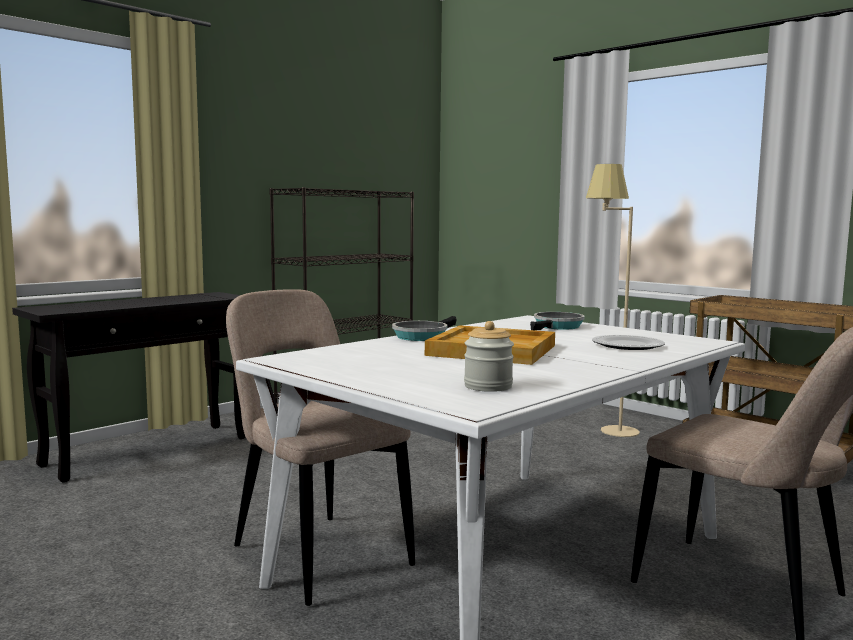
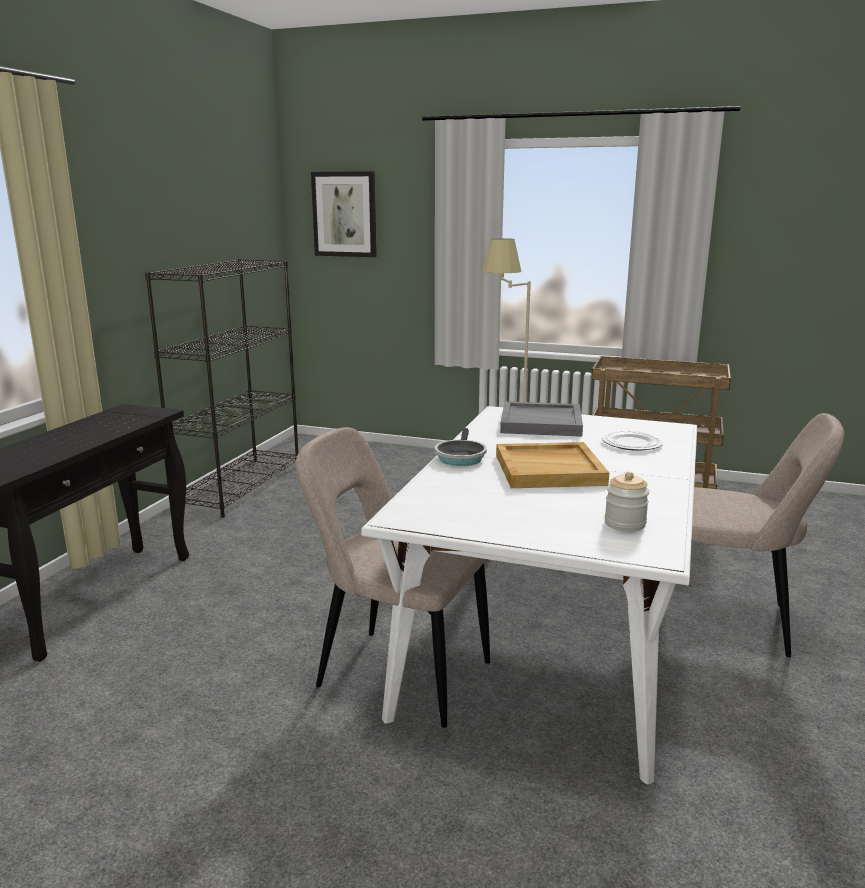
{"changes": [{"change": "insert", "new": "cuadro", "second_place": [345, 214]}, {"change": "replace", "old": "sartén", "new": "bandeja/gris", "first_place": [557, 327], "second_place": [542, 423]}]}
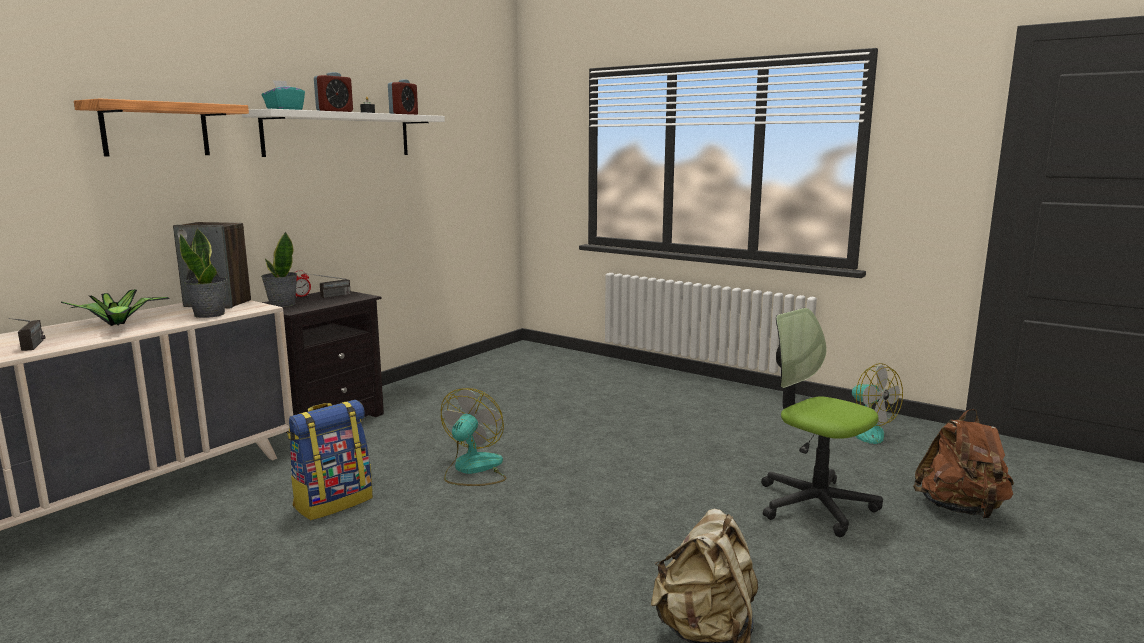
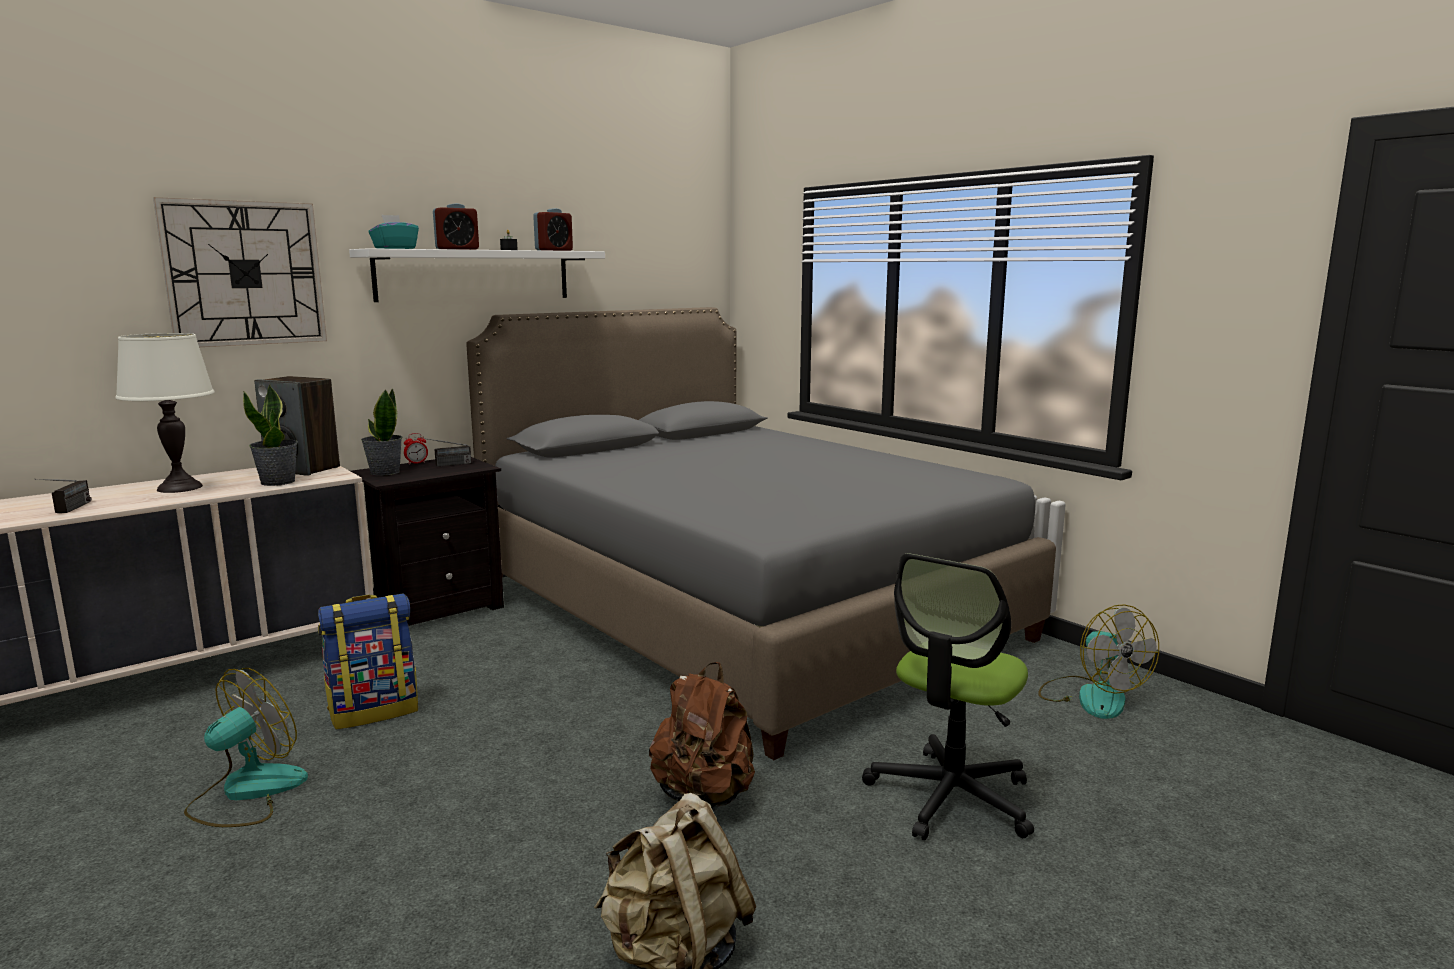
{"changes": [{"change": "insert", "new": "cama/gris", "second_place": [741, 610]}, {"change": "move", "old": "ventilador", "first_place": [473, 469], "second_place": [247, 792]}, {"change": "move", "old": "mochila/marrón", "first_place": [960, 509], "second_place": [704, 797]}, {"change": "replace", "old": "planta en maceta", "new": "lámpara de mesa/blanco", "first_place": [119, 324], "second_place": [180, 488]}, {"change": "replace", "old": "estante", "new": "reloj de pared", "first_place": [156, 130], "second_place": [244, 273]}, {"change": "rotate", "old": "silla de oficina", "first_place": [815, 505], "second_place": [950, 797], "degrees": -120}]}
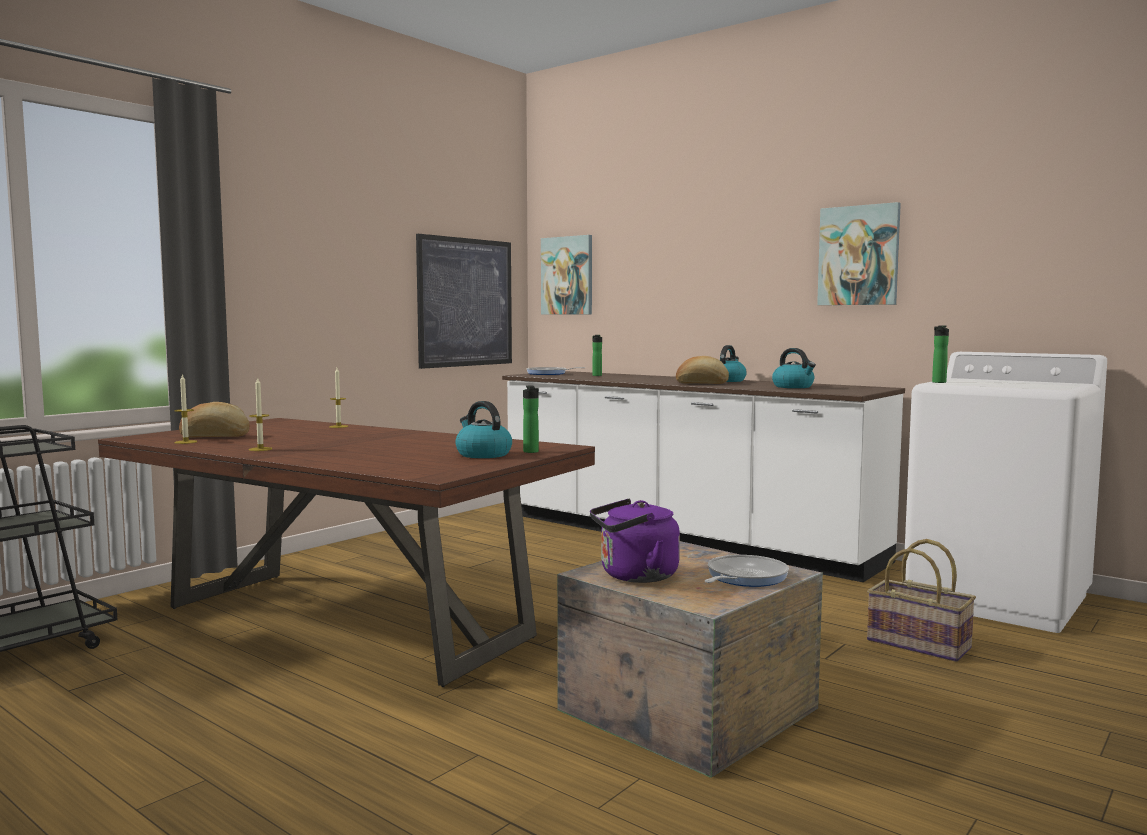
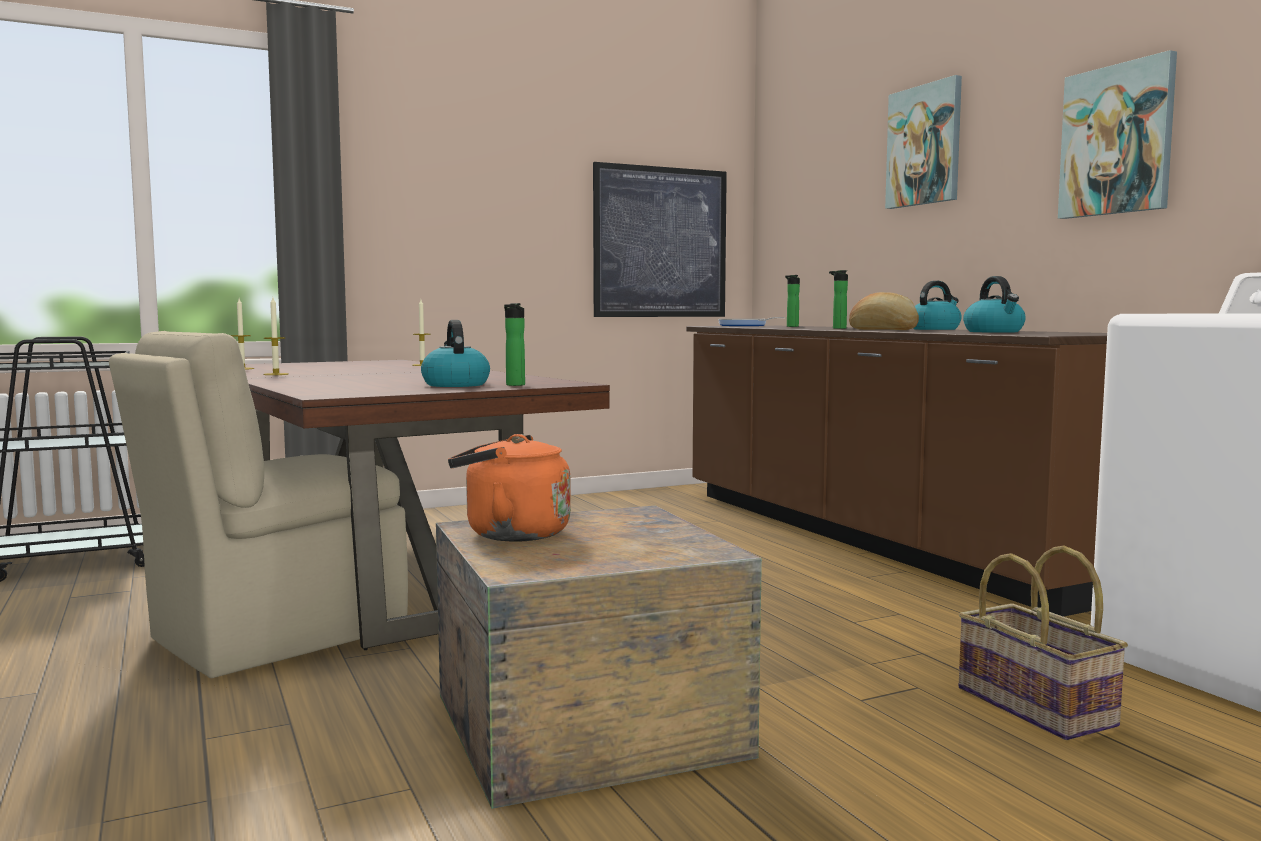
{"changes": [{"change": "delete", "old": "pan", "first_place": [215, 437]}, {"change": "delete", "old": "sartén", "first_place": [744, 577]}, {"change": "insert", "new": "silla/beis", "second_place": [273, 635]}, {"change": "move", "old": "cuadro", "first_place": [567, 275], "second_place": [924, 145]}, {"change": "move", "old": "botella", "first_place": [938, 382], "second_place": [837, 328]}, {"change": "recolor", "old": "mueble bajo de cocina/blanco", "new": "mueble bajo de cocina/marrón", "first_place": [681, 538], "second_place": [870, 537]}, {"change": "recolor", "old": "hervidor/morado", "new": "hervidor/naranja", "first_place": [634, 576], "second_place": [510, 534]}]}
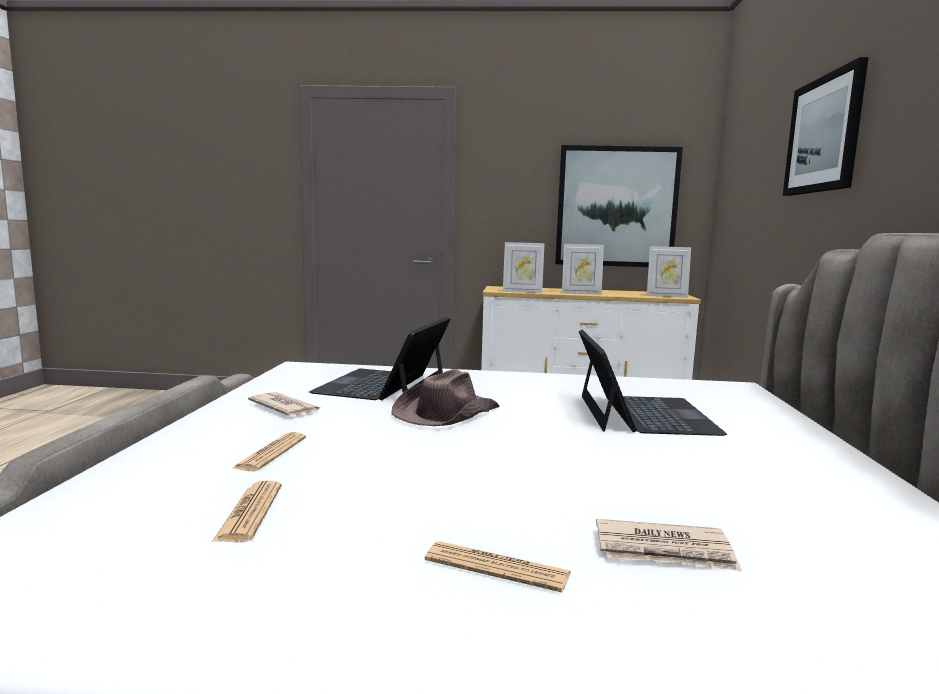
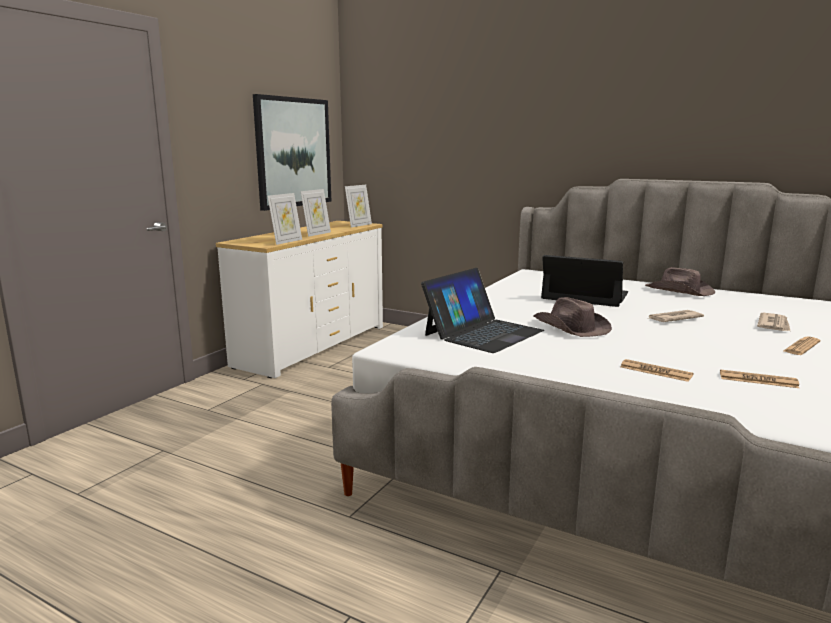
{"changes": [{"change": "delete", "old": "cuadro", "first_place": [824, 134]}, {"change": "insert", "new": "sombrero/marrón", "second_place": [679, 291]}, {"change": "move", "old": "periódico", "first_place": [285, 408], "second_place": [673, 318]}, {"change": "rotate", "old": "portátil", "first_place": [383, 385], "second_place": [483, 333], "degrees": -90}]}
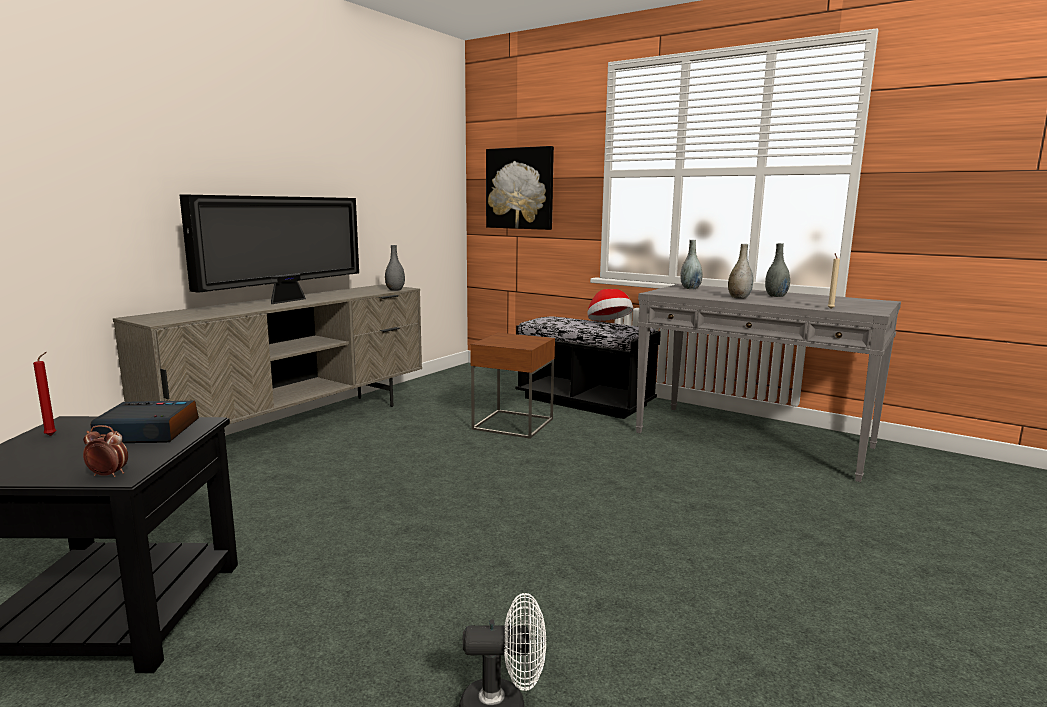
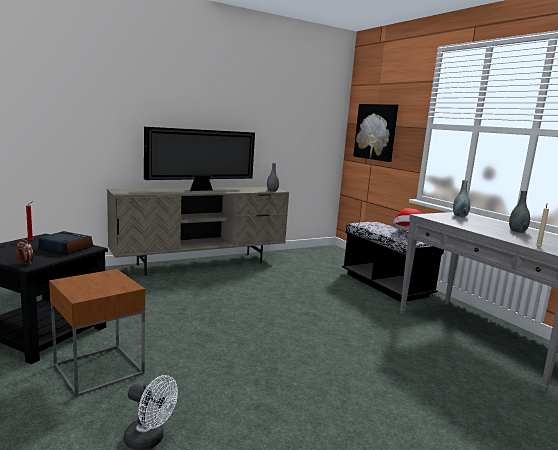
{"changes": [{"change": "delete", "old": "florero/gris", "first_place": [739, 297]}, {"change": "move", "old": "mesa auxiliar/marrón", "first_place": [513, 424], "second_place": [99, 369]}]}
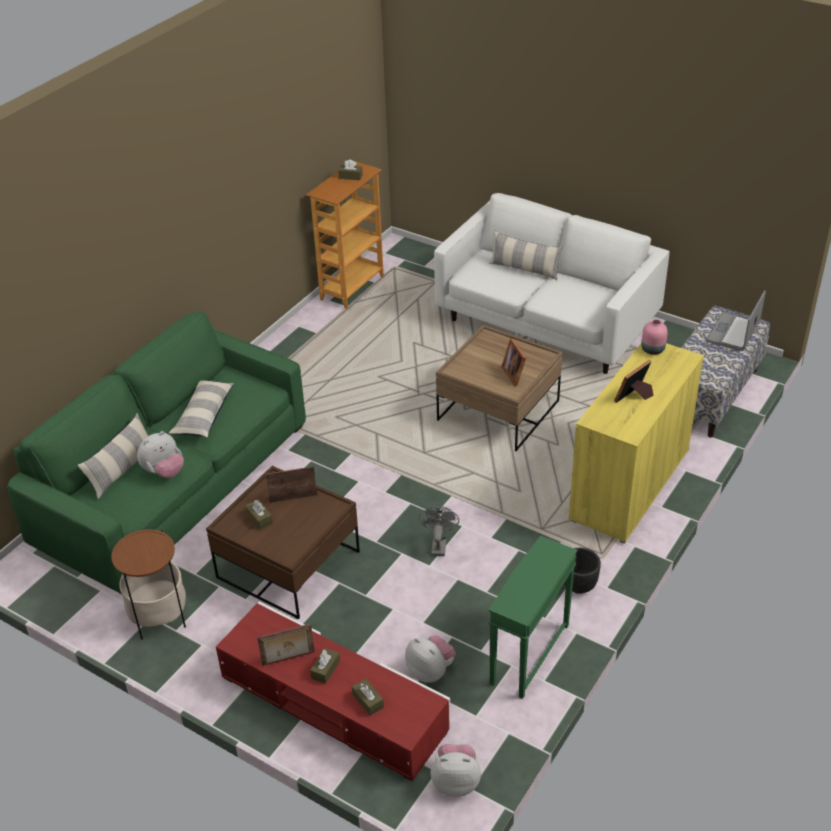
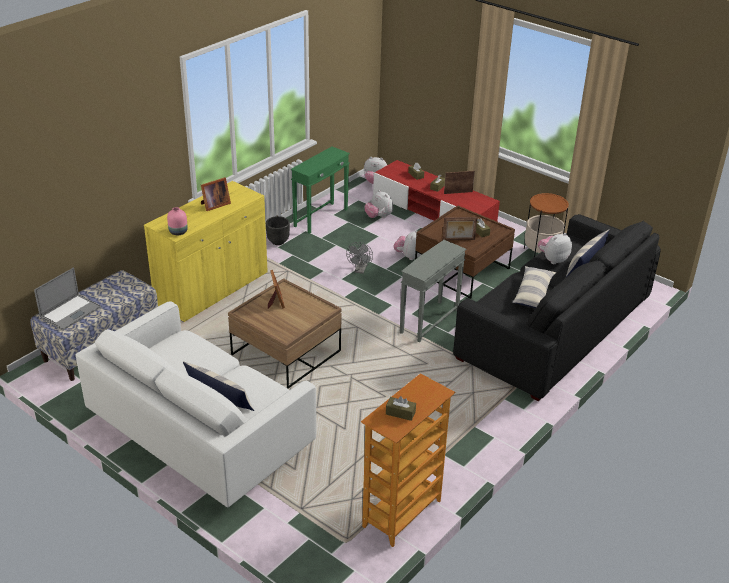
{"changes": [{"change": "insert", "new": "peluche", "second_place": [408, 256]}, {"change": "insert", "new": "mesa auxiliar/gris", "second_place": [429, 321]}, {"change": "recolor", "old": "sofá/verde", "new": "sofá/negro", "first_place": [173, 483], "second_place": [555, 328]}]}
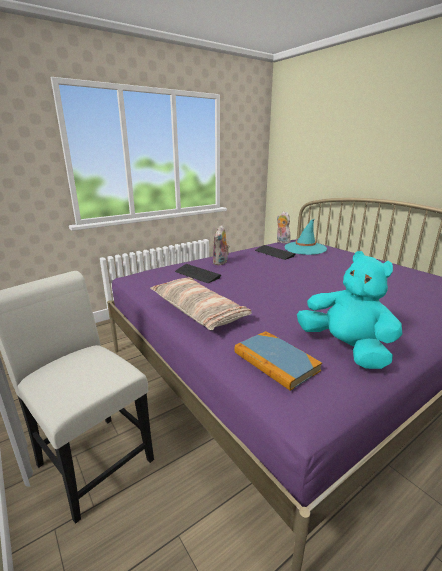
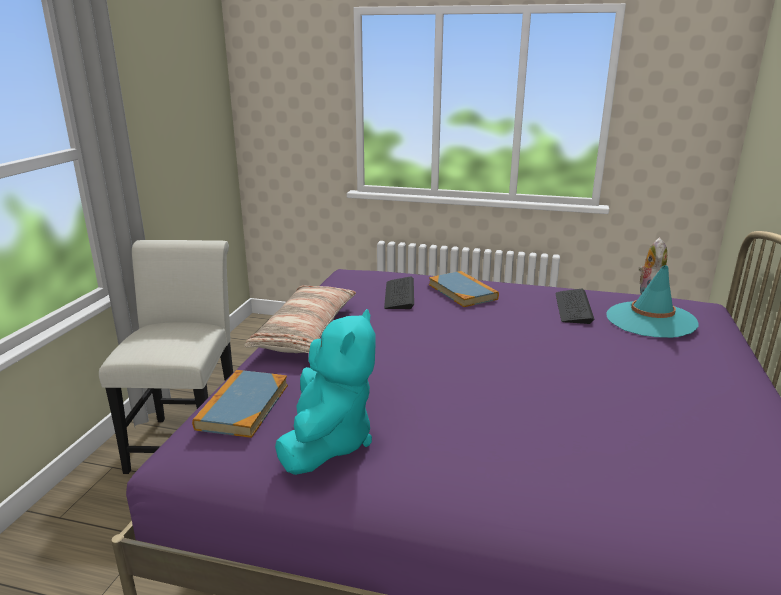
{"changes": [{"change": "replace", "old": "peluche", "new": "libro", "first_place": [221, 263], "second_place": [462, 292]}]}
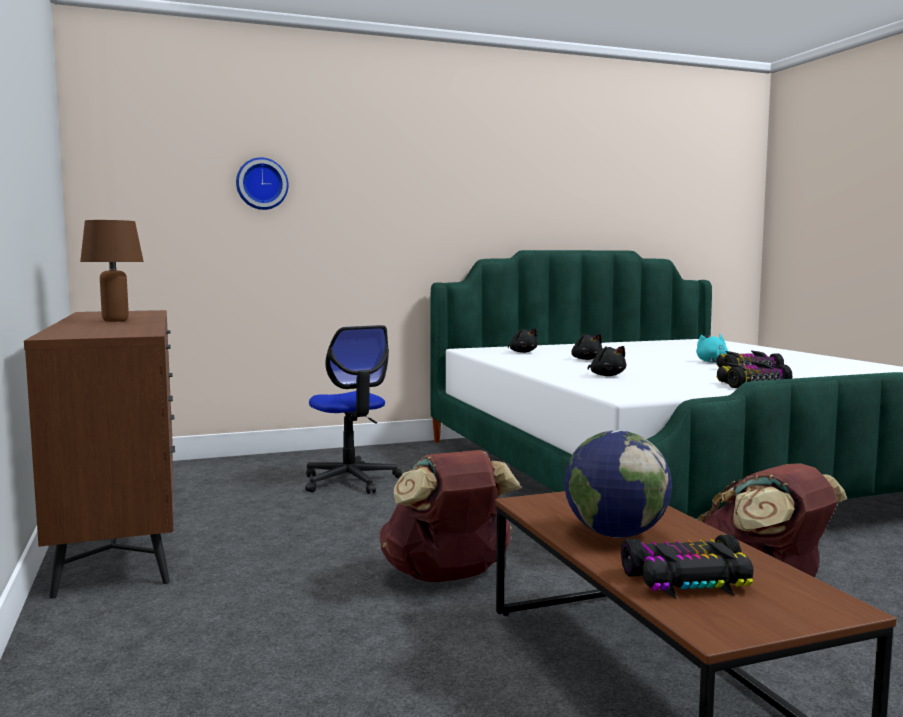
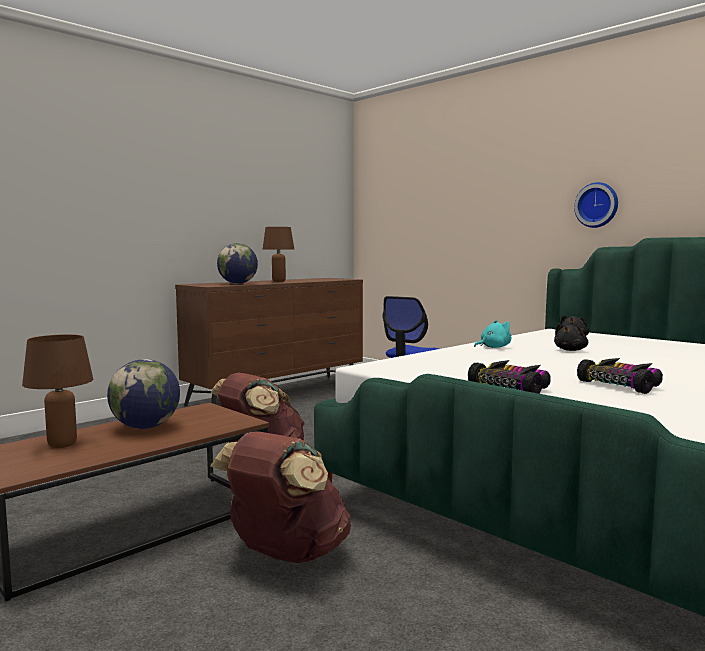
{"changes": [{"change": "delete", "old": "peluche/negro", "first_place": [606, 375]}, {"change": "insert", "new": "globo terráqueo", "second_place": [238, 283]}, {"change": "move", "old": "reloj de pared", "first_place": [261, 184], "second_place": [597, 205]}, {"change": "move", "old": "peluche/turquesa", "first_place": [712, 362], "second_place": [493, 347]}, {"change": "replace", "old": "coche de juguete", "new": "lámpara de mesa/marrón", "first_place": [688, 581], "second_place": [61, 444]}]}
